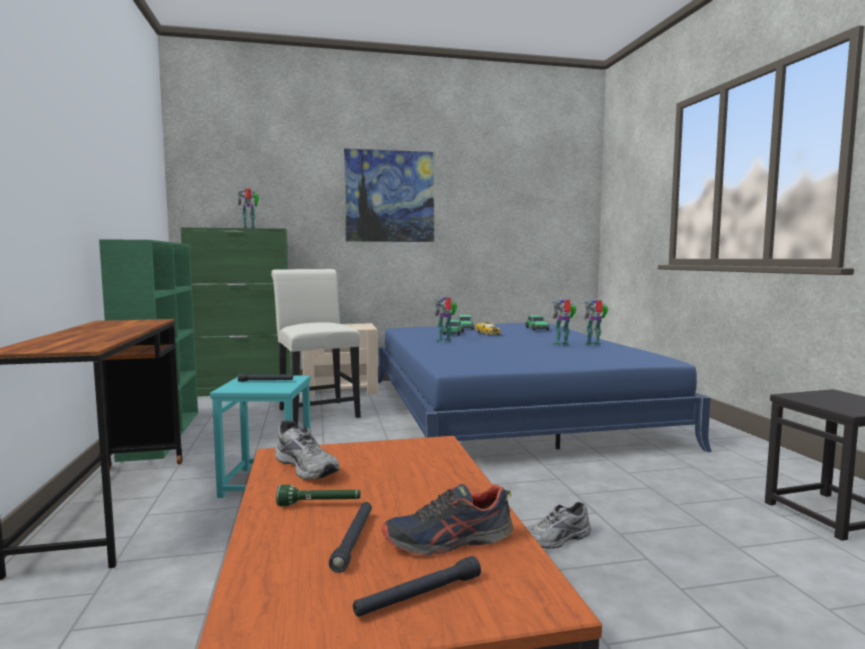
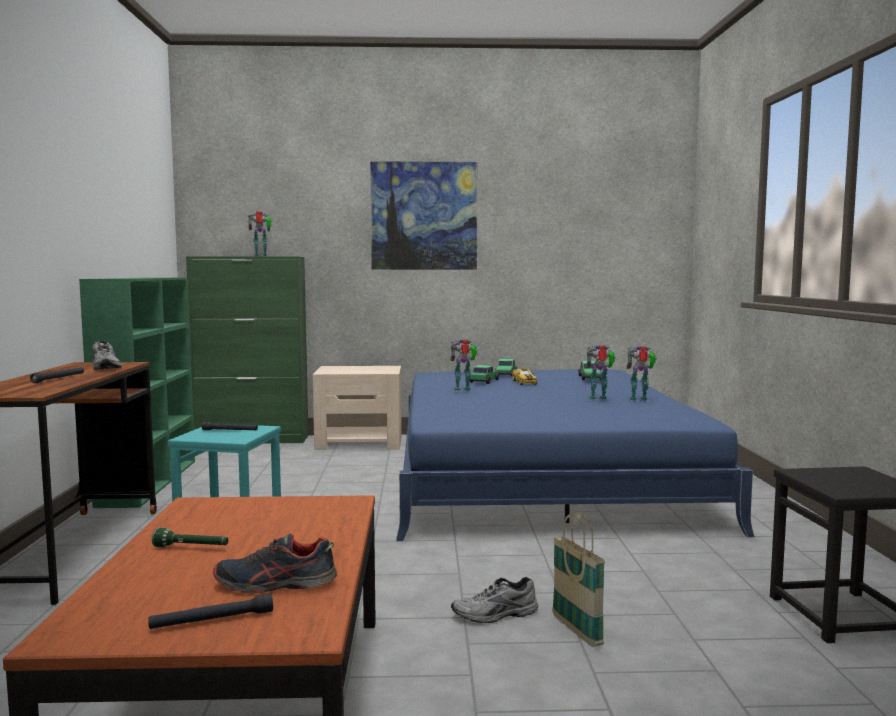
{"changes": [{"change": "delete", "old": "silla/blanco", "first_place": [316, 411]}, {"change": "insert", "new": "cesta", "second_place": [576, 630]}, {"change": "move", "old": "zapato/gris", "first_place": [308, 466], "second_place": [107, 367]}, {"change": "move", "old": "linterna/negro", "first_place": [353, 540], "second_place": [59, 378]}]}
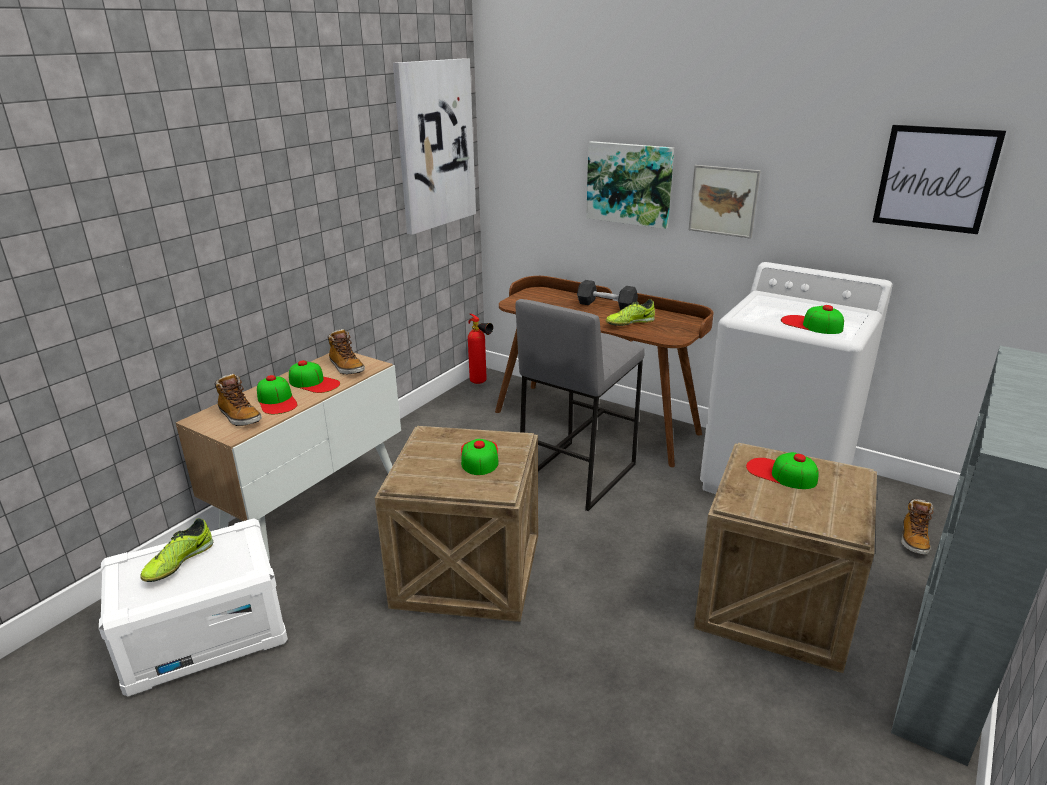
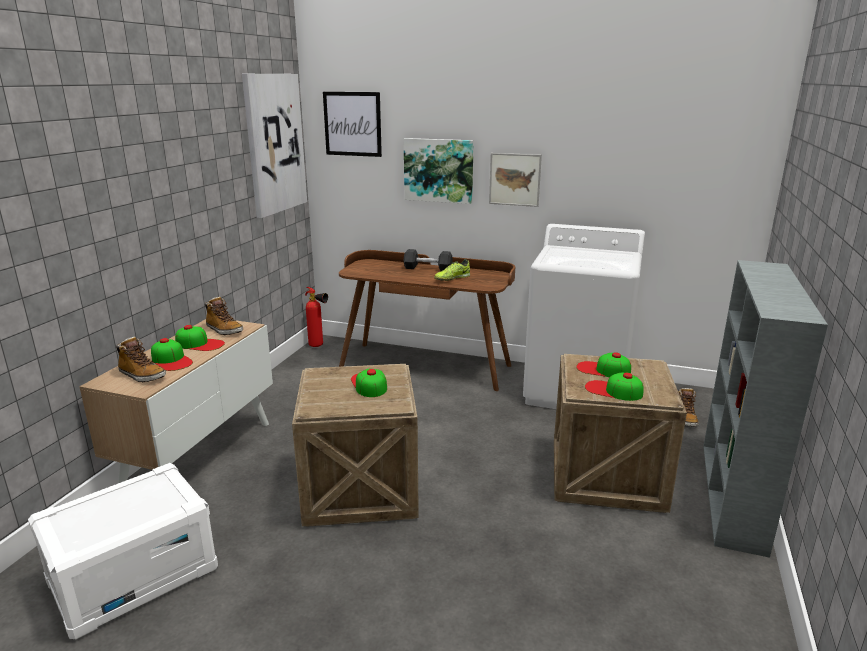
{"changes": [{"change": "delete", "old": "zapato", "first_place": [179, 562]}, {"change": "delete", "old": "taburete/gris", "first_place": [577, 473]}, {"change": "move", "old": "gorra", "first_place": [811, 324], "second_place": [613, 390]}, {"change": "move", "old": "cuadro", "first_place": [935, 179], "second_place": [352, 124]}]}
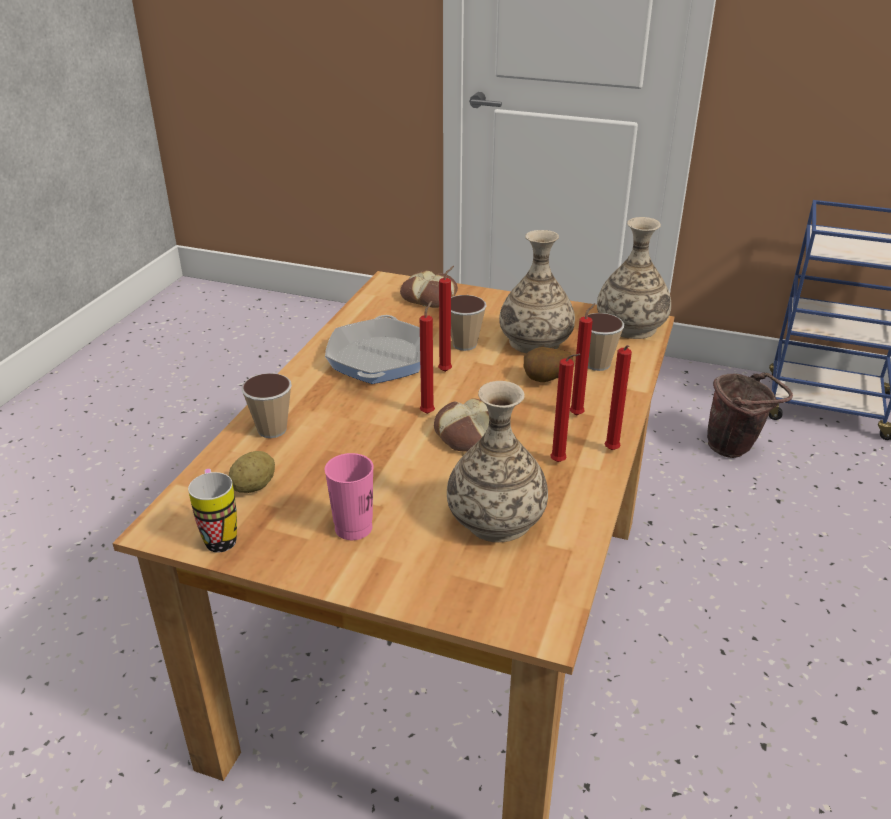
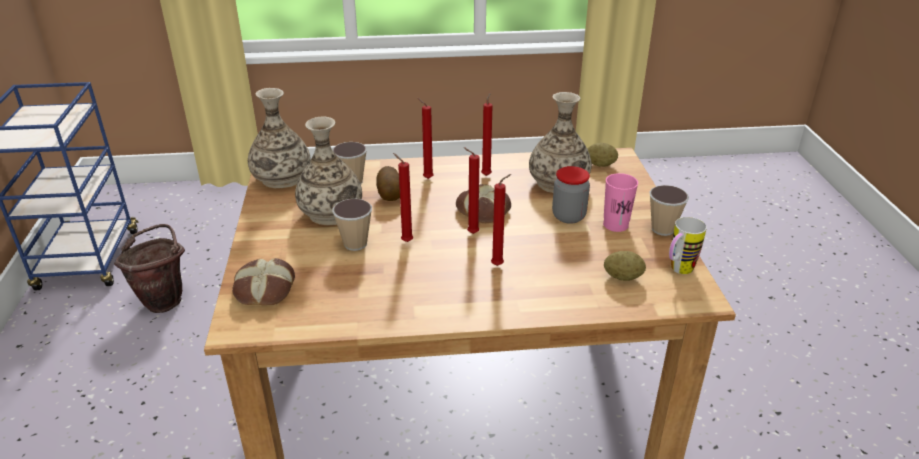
{"changes": [{"change": "delete", "old": "sartén", "first_place": [379, 358]}, {"change": "insert", "new": "tarro", "second_place": [568, 216]}, {"change": "insert", "new": "patata", "second_place": [600, 165]}, {"change": "move", "old": "taza", "first_place": [272, 430], "second_place": [662, 229]}, {"change": "move", "old": "vela/rojo", "first_place": [611, 451], "second_place": [499, 265]}]}
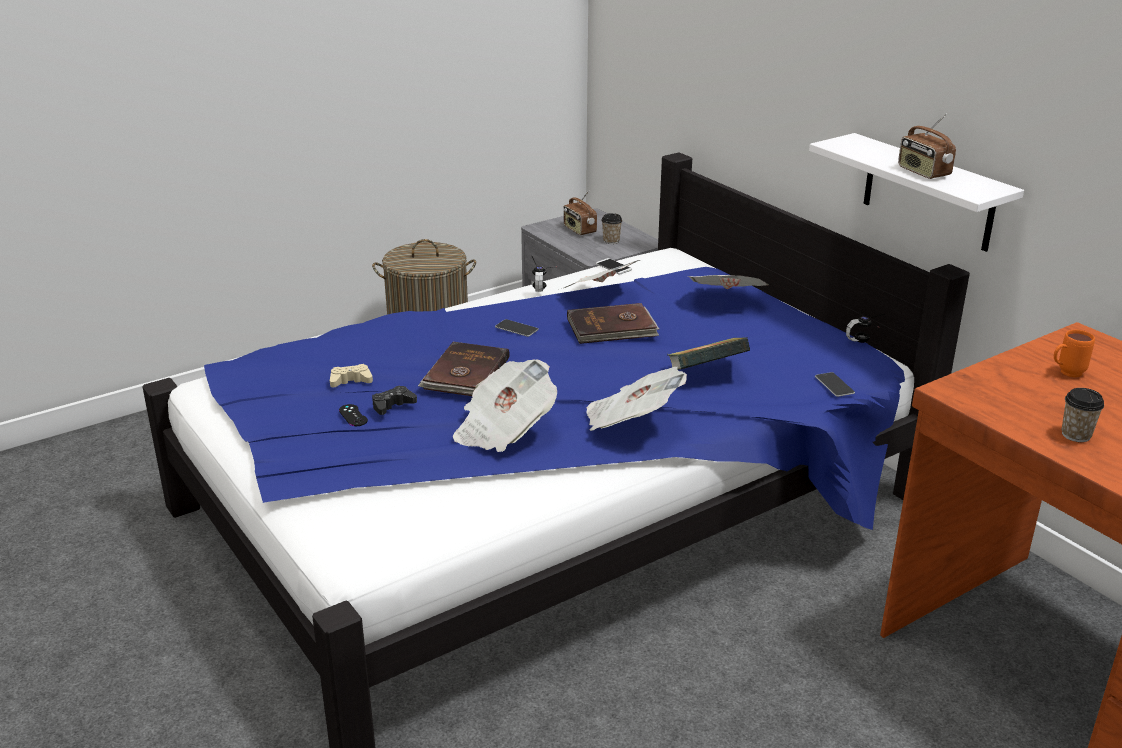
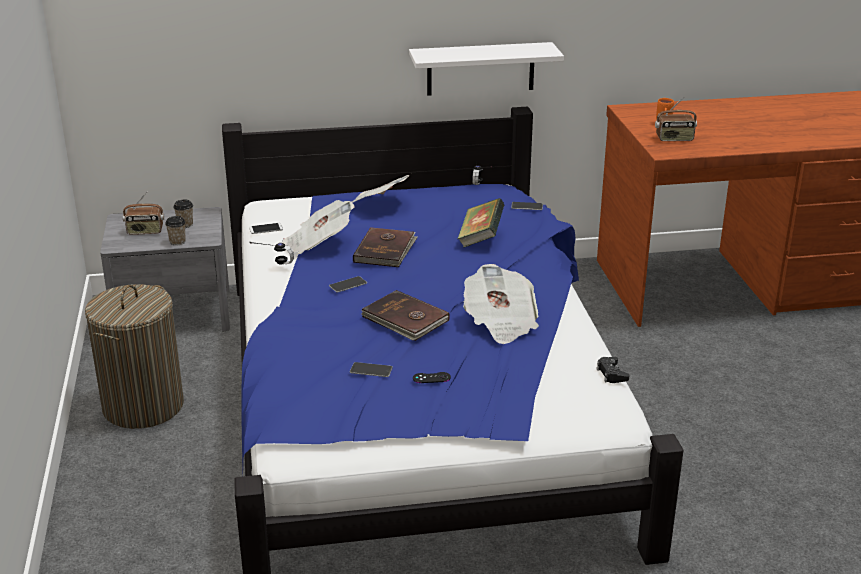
{"changes": [{"change": "delete", "old": "periódico", "first_place": [631, 422]}, {"change": "move", "old": "mando de consola/negro", "first_place": [392, 405], "second_place": [611, 374]}, {"change": "move", "old": "radio", "first_place": [923, 172], "second_place": [674, 139]}, {"change": "move", "old": "taza", "first_place": [1076, 435], "second_place": [177, 242]}, {"change": "replace", "old": "mando de consola/beis", "new": "móvil", "first_place": [350, 381], "second_place": [371, 370]}]}
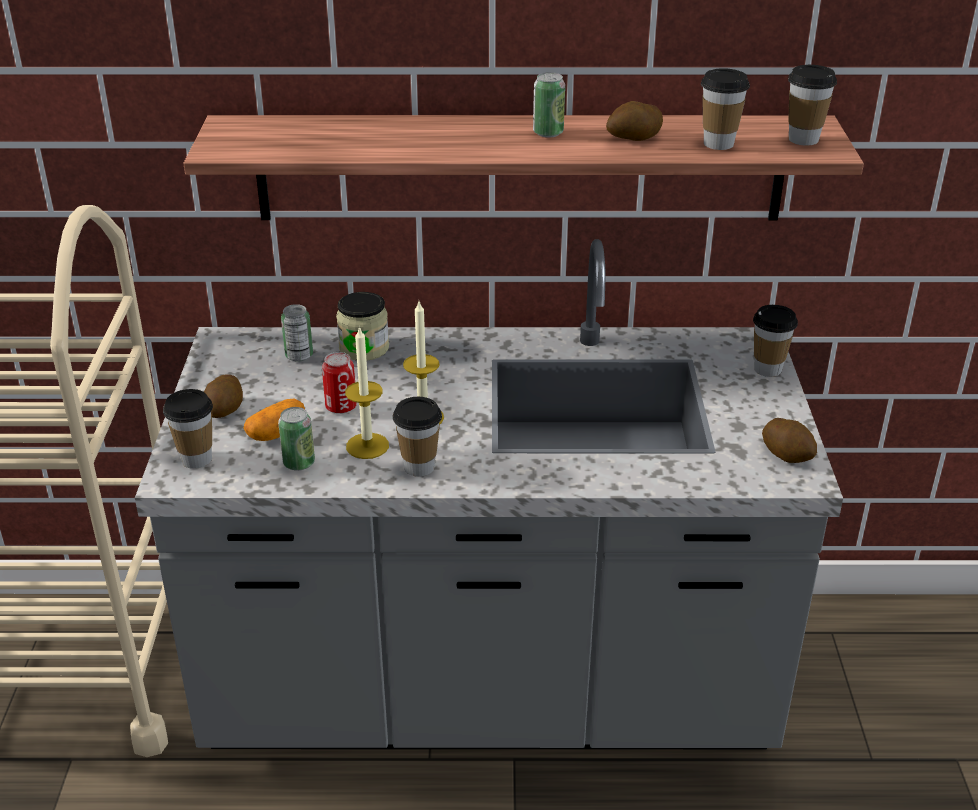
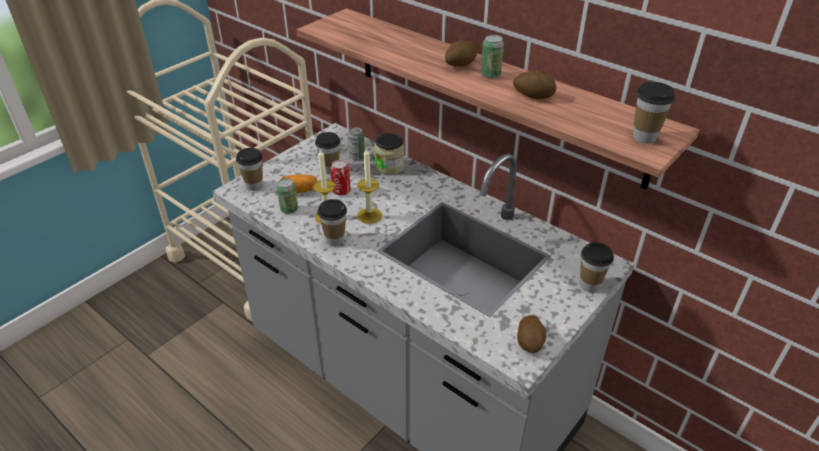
{"changes": [{"change": "move", "old": "patata", "first_place": [225, 411], "second_place": [460, 65]}, {"change": "move", "old": "taza", "first_place": [718, 144], "second_place": [330, 169]}]}
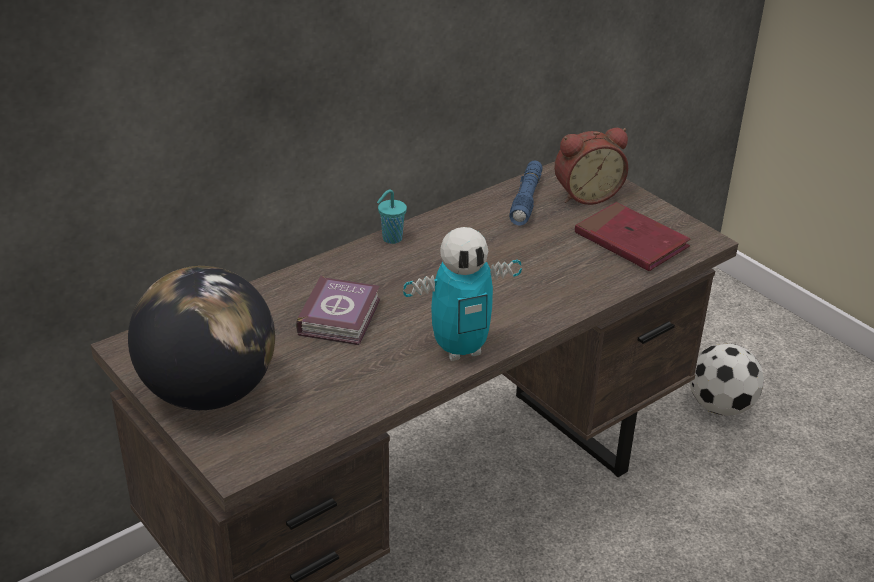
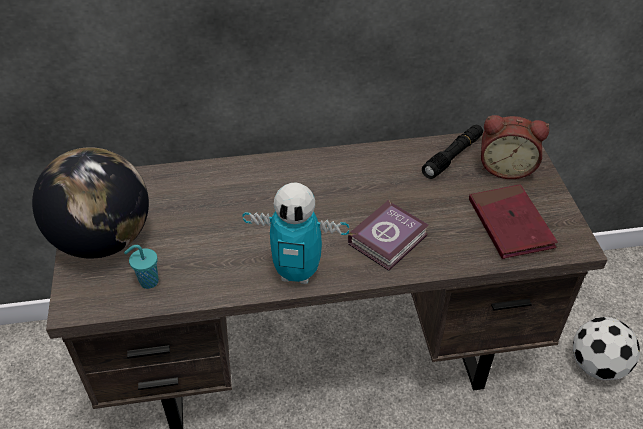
{"changes": [{"change": "move", "old": "libro", "first_place": [341, 316], "second_place": [390, 239]}, {"change": "move", "old": "taza/turquesa", "first_place": [391, 239], "second_place": [147, 282]}, {"change": "recolor", "old": "linterna/azul", "new": "linterna/negro", "first_place": [526, 199], "second_place": [452, 156]}]}
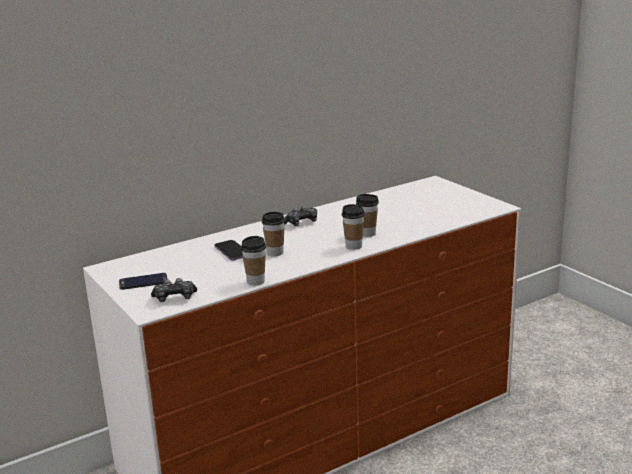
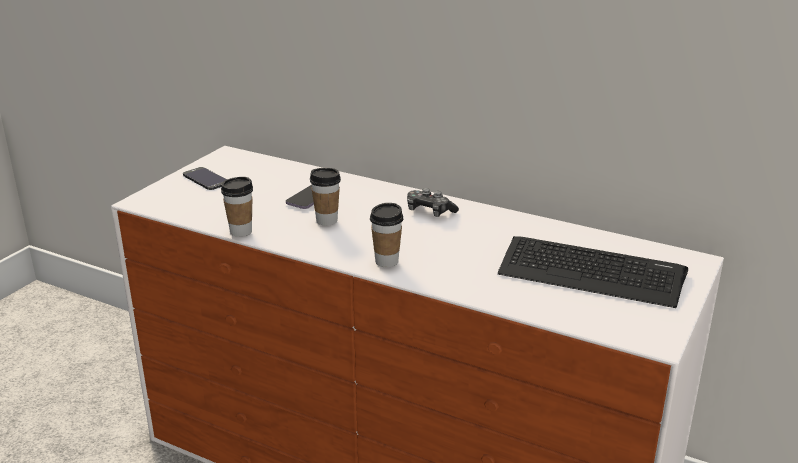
{"changes": [{"change": "delete", "old": "mando de consola", "first_place": [175, 298]}, {"change": "delete", "old": "taza", "first_place": [367, 233]}, {"change": "insert", "new": "teclado", "second_place": [591, 273]}]}
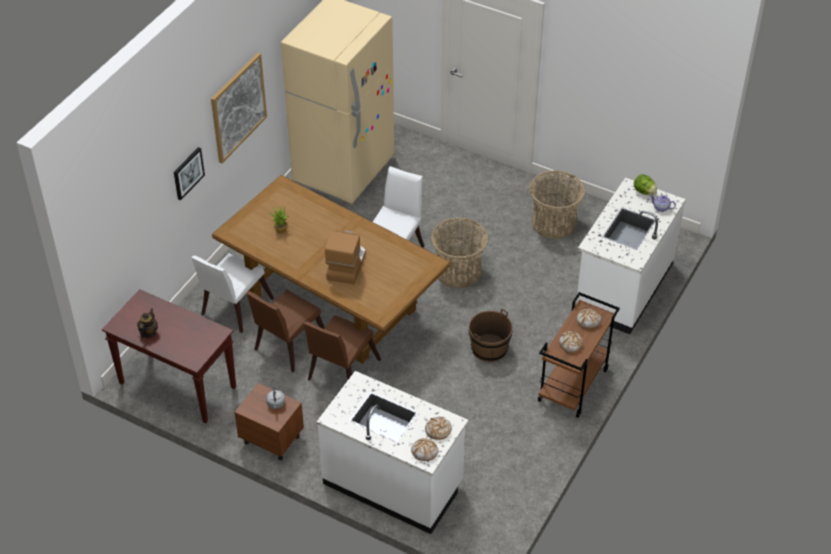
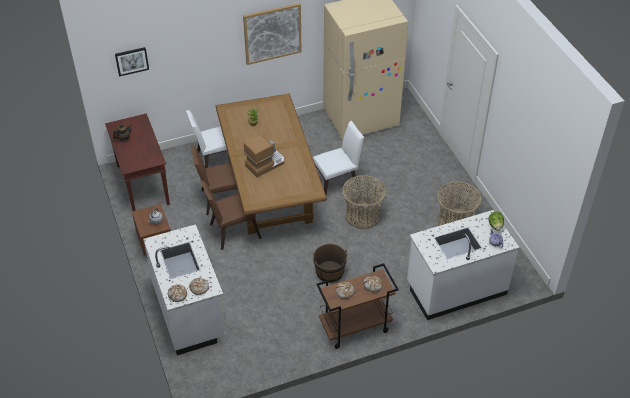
{"changes": [{"change": "move", "old": "cuadro", "first_place": [188, 173], "second_place": [131, 61]}]}
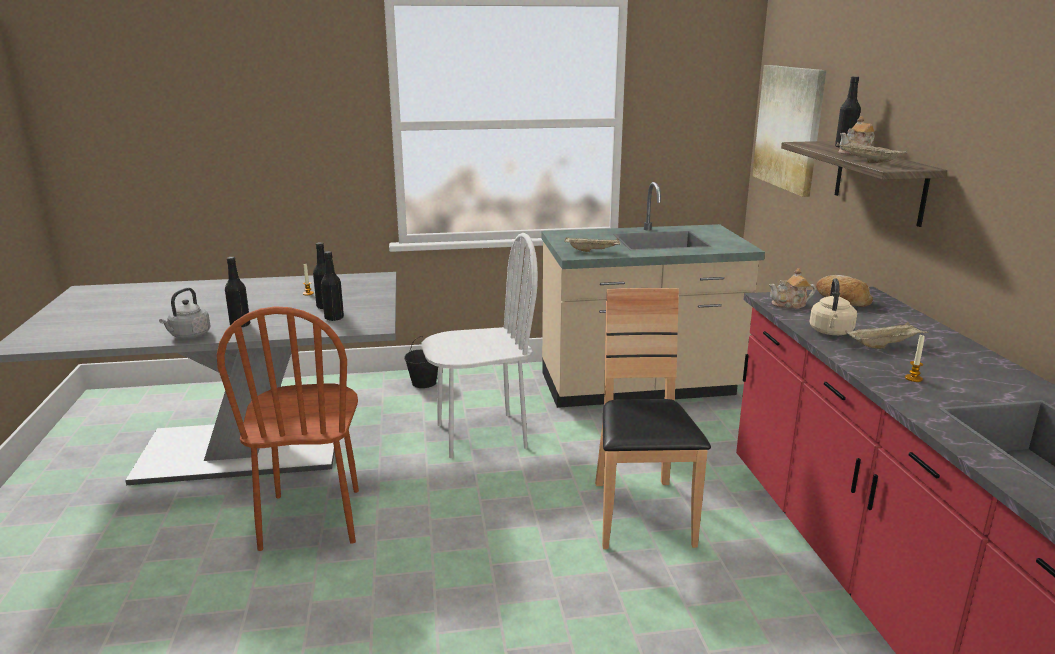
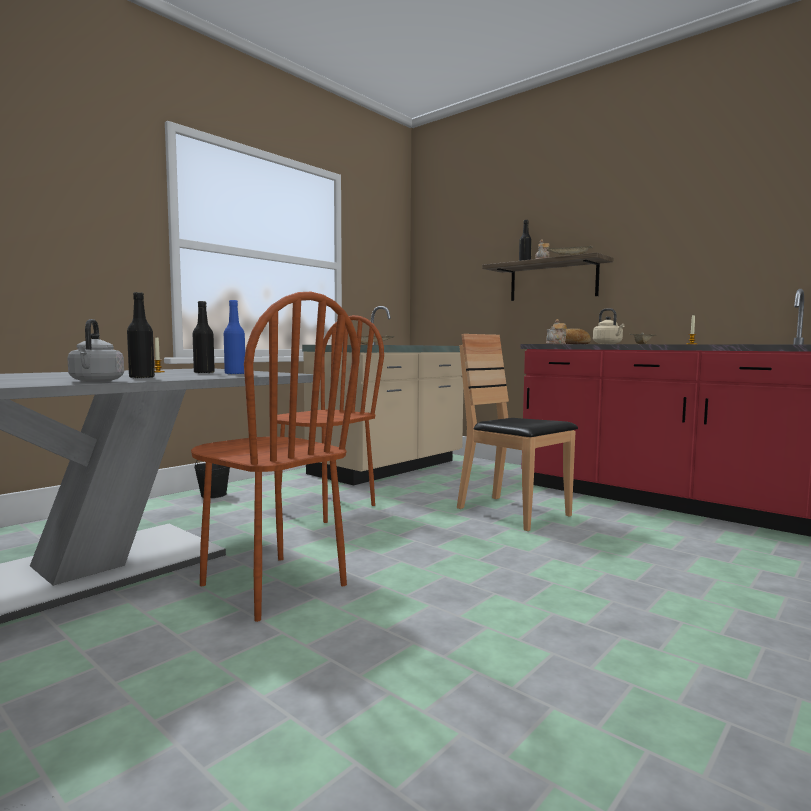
{"changes": [{"change": "delete", "old": "cuadro", "first_place": [789, 128]}, {"change": "recolor", "old": "botella/negro", "new": "botella/azul", "first_place": [334, 318], "second_place": [235, 374]}, {"change": "recolor", "old": "silla/blanco", "new": "silla/marrón", "first_place": [481, 435], "second_place": [325, 508]}]}
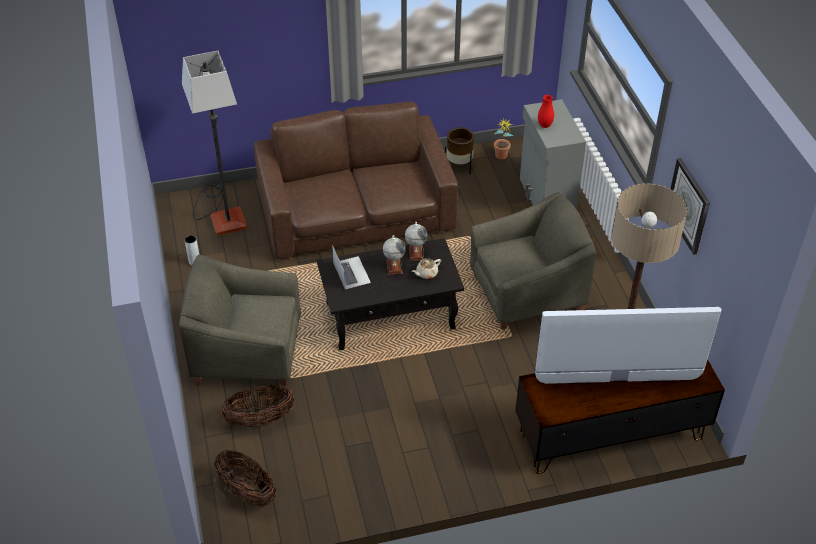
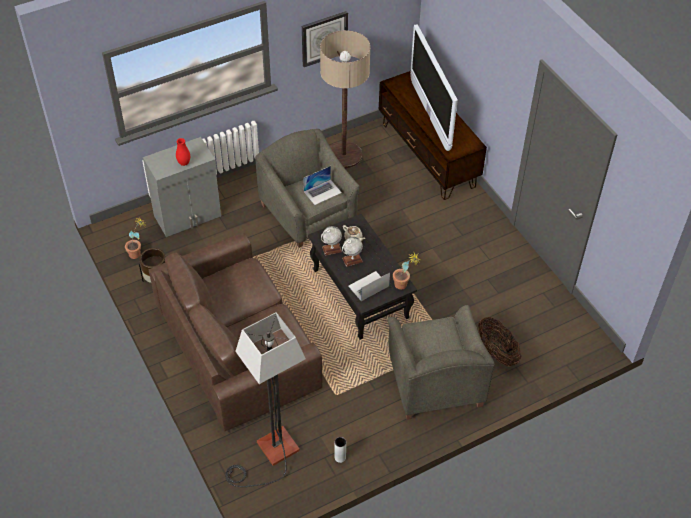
{"changes": [{"change": "delete", "old": "cesta", "first_place": [247, 491]}, {"change": "insert", "new": "portátil", "second_place": [322, 192]}, {"change": "insert", "new": "planta en maceta", "second_place": [404, 286]}]}
